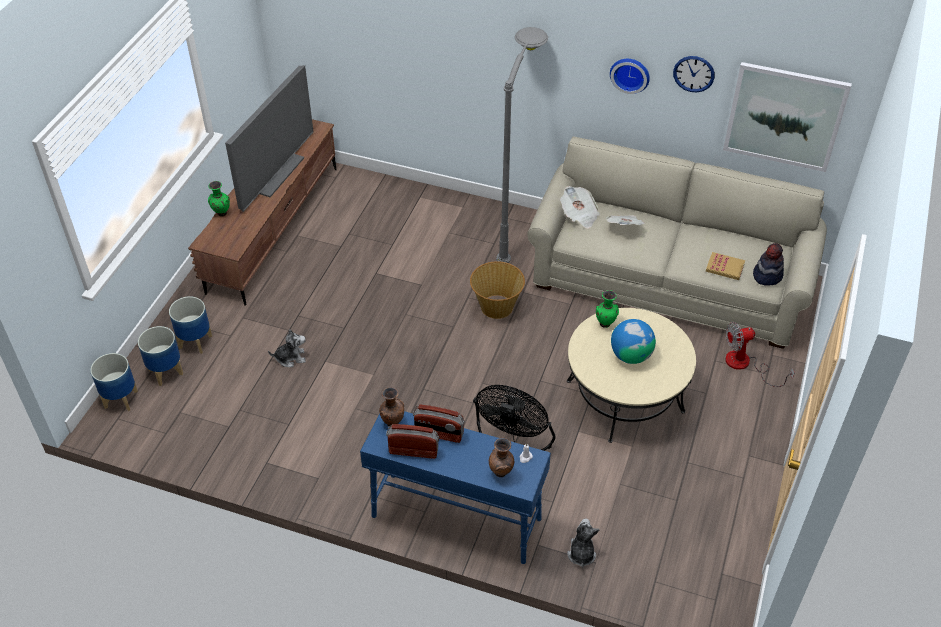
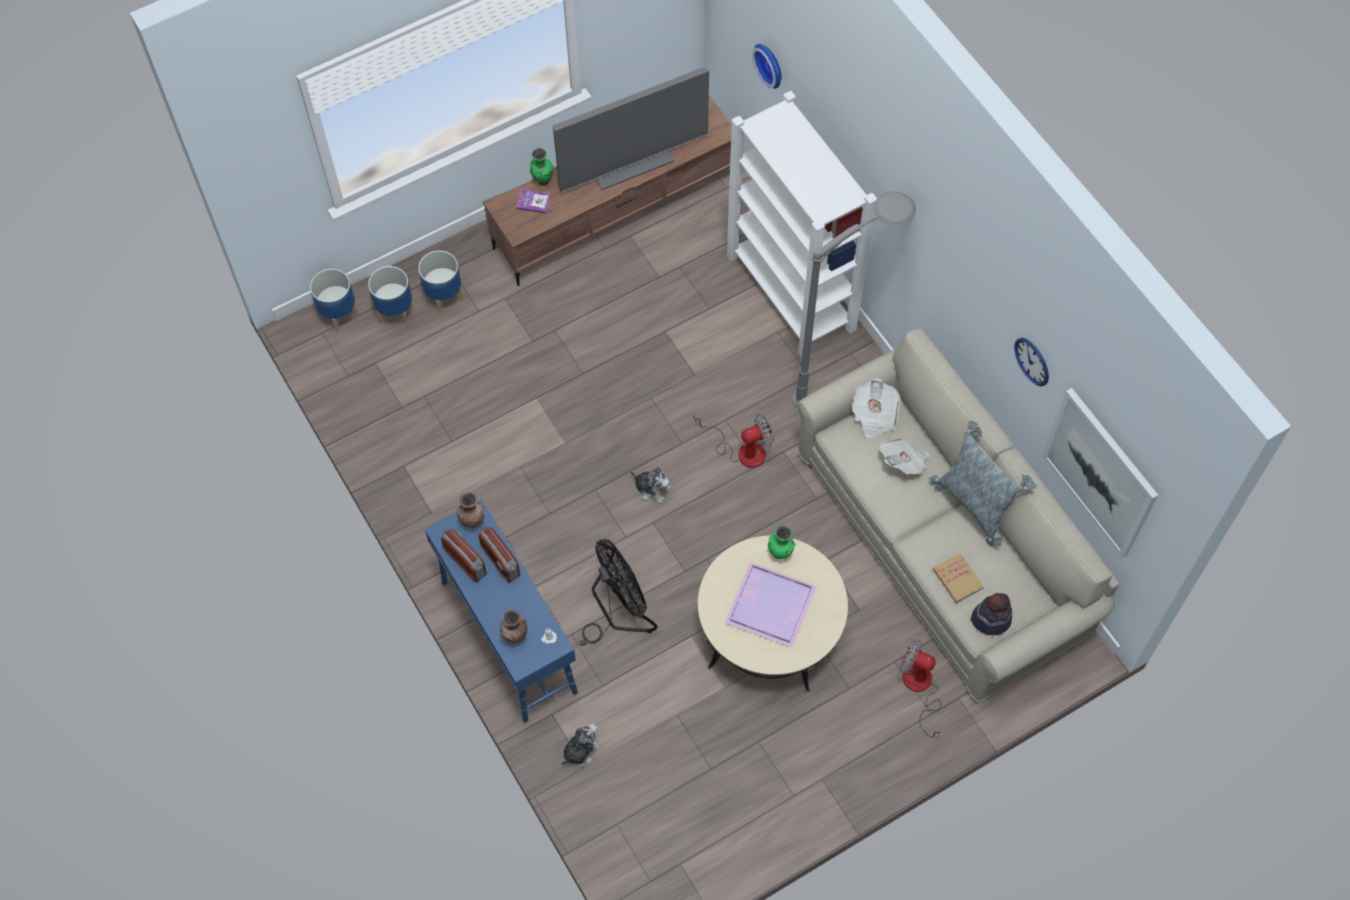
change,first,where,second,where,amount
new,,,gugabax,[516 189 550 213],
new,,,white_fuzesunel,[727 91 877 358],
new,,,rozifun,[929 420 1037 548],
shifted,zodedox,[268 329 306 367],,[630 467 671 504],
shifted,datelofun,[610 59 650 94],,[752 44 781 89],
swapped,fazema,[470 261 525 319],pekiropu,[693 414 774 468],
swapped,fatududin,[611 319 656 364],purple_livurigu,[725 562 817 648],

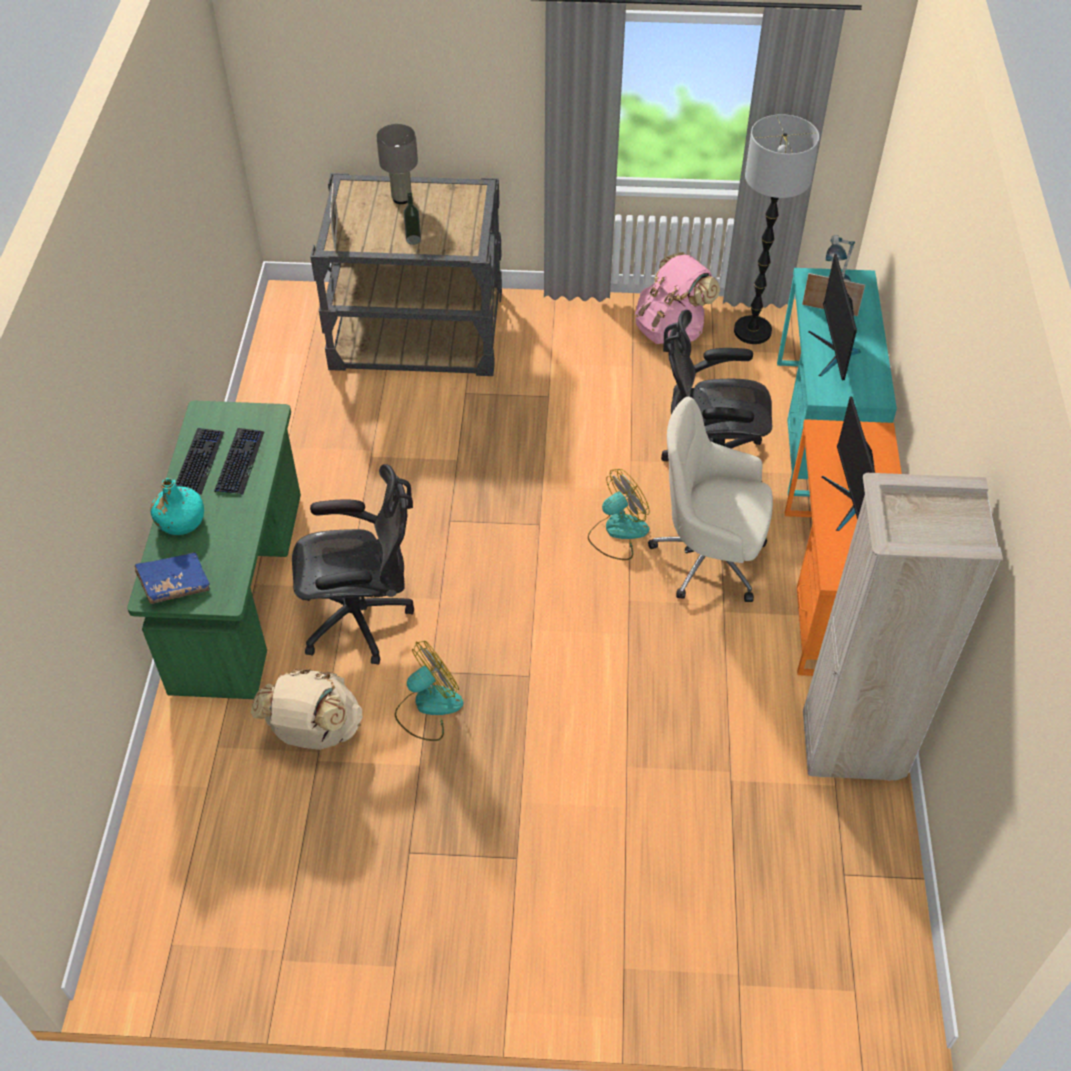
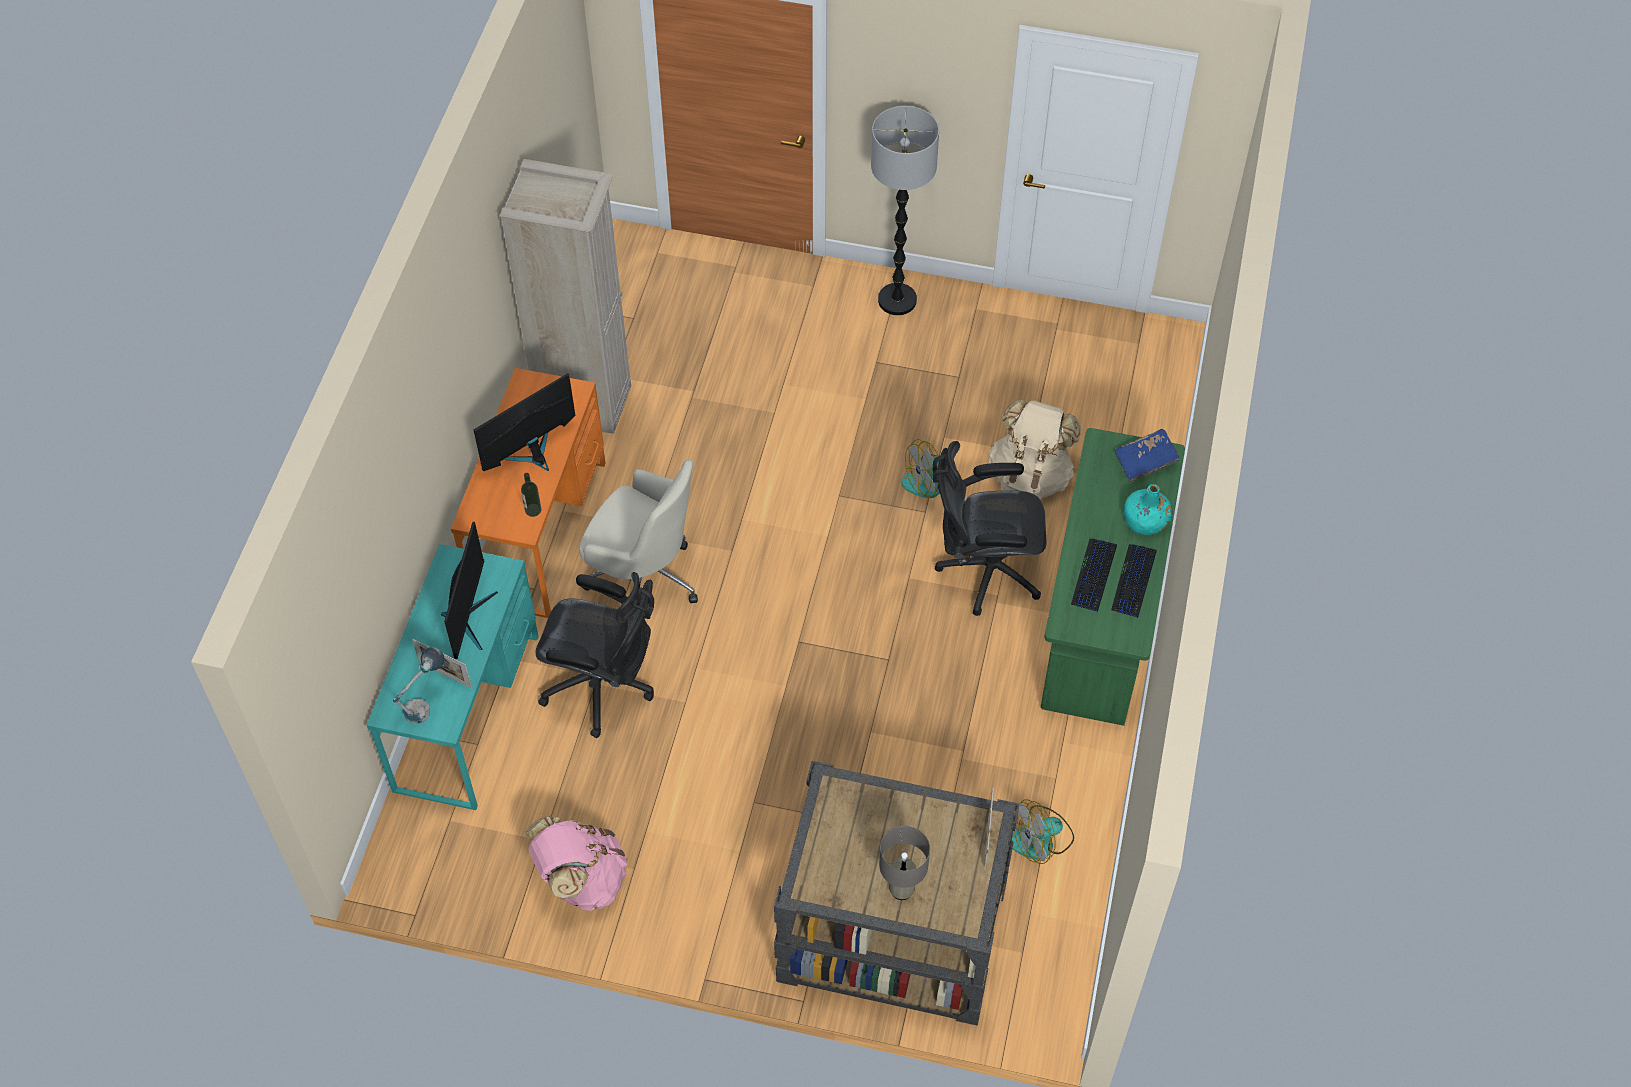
change,first,where,second,where,amount
shifted,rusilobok,[404 193 421 245],,[521 473 542 517],
shifted,pekiropu,[588 469 650 560],,[1012 800 1074 864],
shifted,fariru,[734 114 820 344],,[871 106 939 315],
rotated,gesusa,[822 396 875 531],,[474 373 575 471],135 degrees counterclockwise

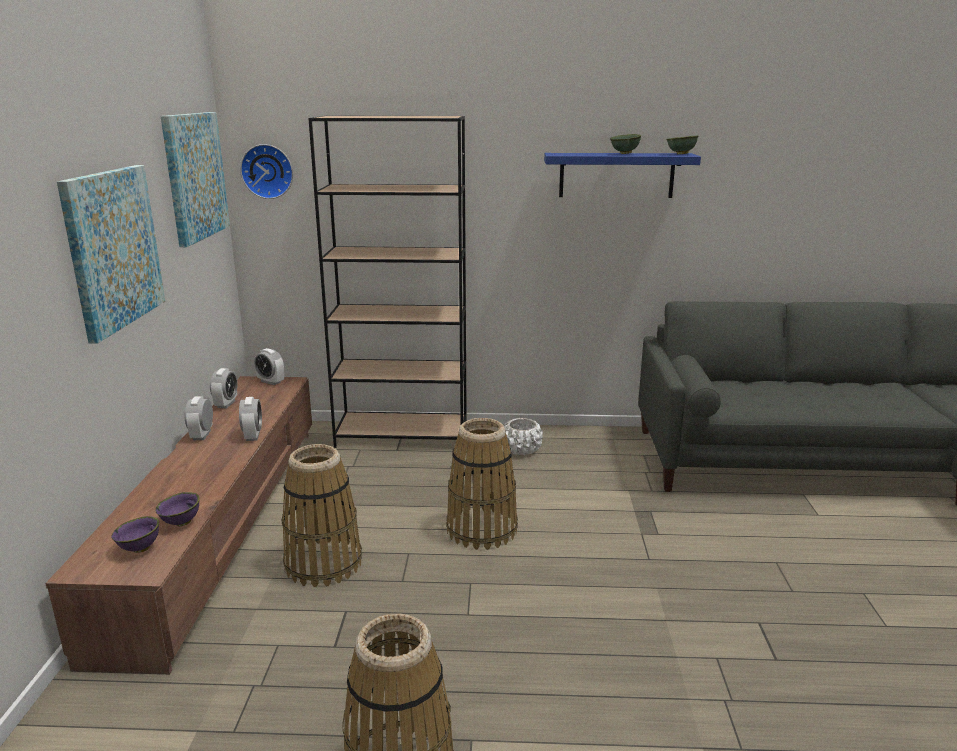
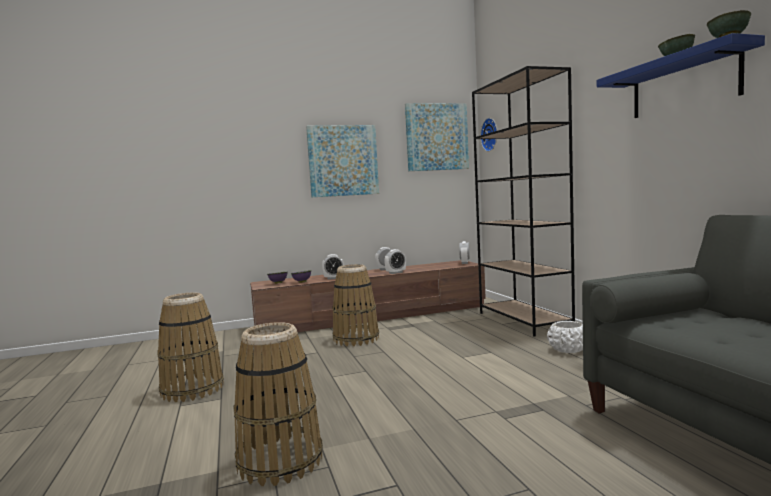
change,first,where,second,where,amount
shifted,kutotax,[210 368 238 408],,[322 254 344 280],
shifted,fazema,[446 418 518 550],,[233 322 323 486],

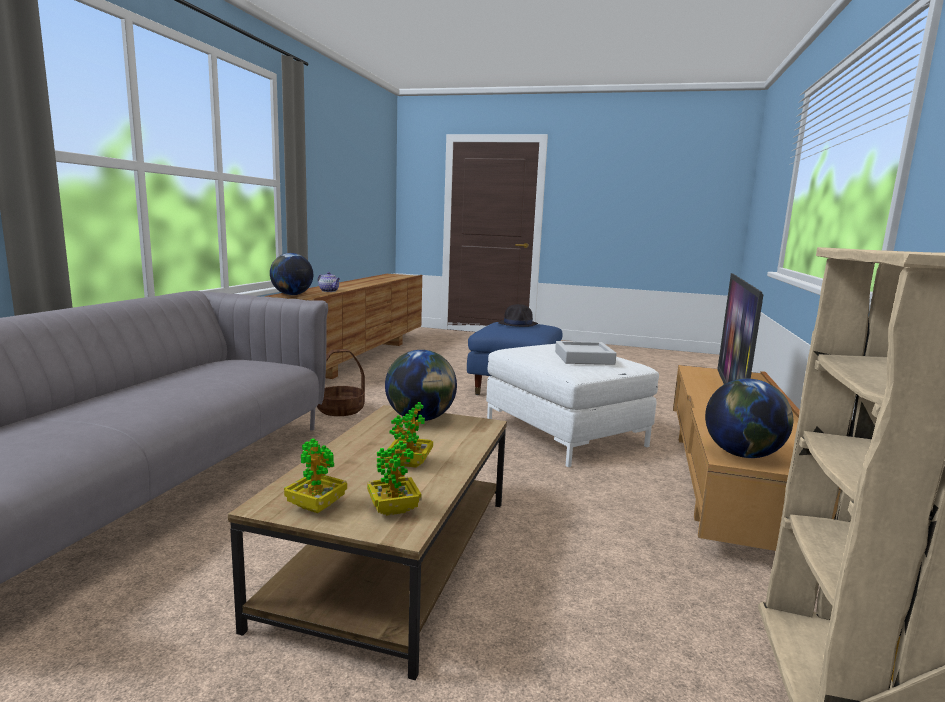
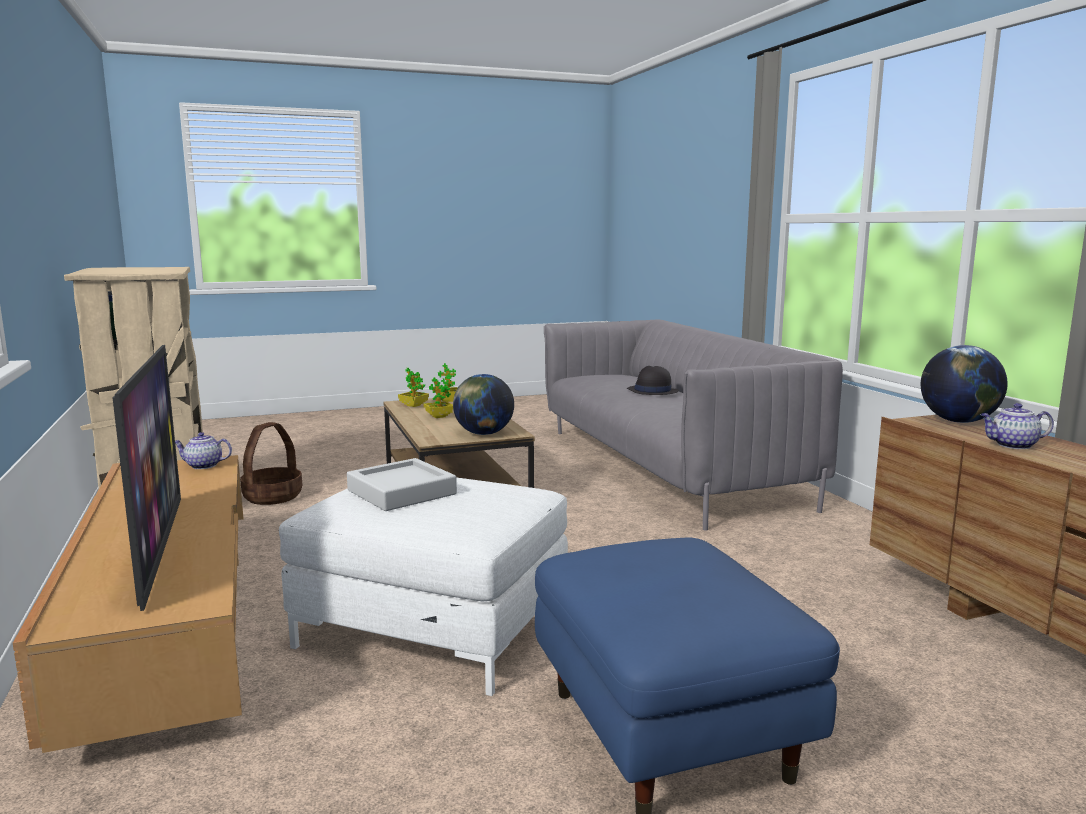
change,first,where,second,where,amount
shifted,fazema,[317 349 365 416],,[240 422 302 505],
shifted,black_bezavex,[498 304 538 327],,[627 366 679 395],
swapped,fatududin,[705 378 793 458],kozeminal,[175 432 232 469],

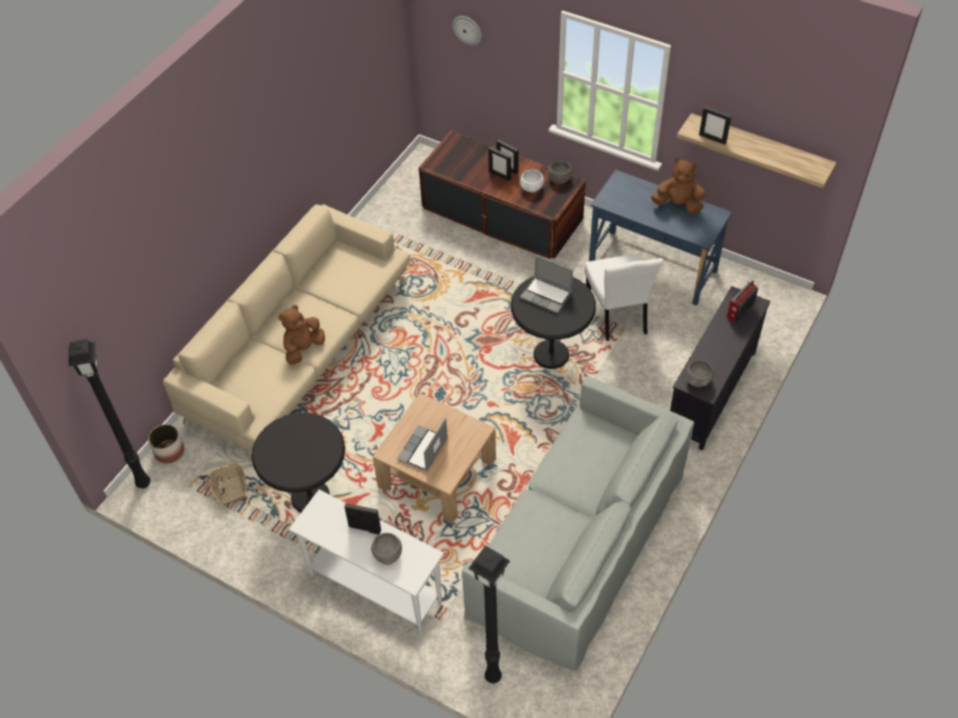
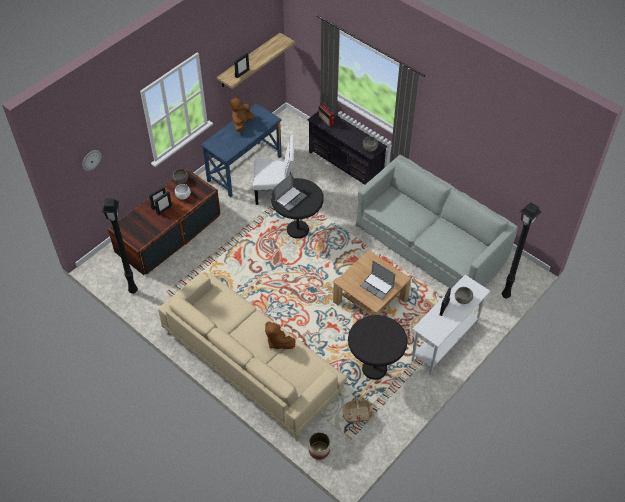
change,first,where,second,where,amount
shifted,black_fariru,[69 339 150 489],,[102 198 138 294],

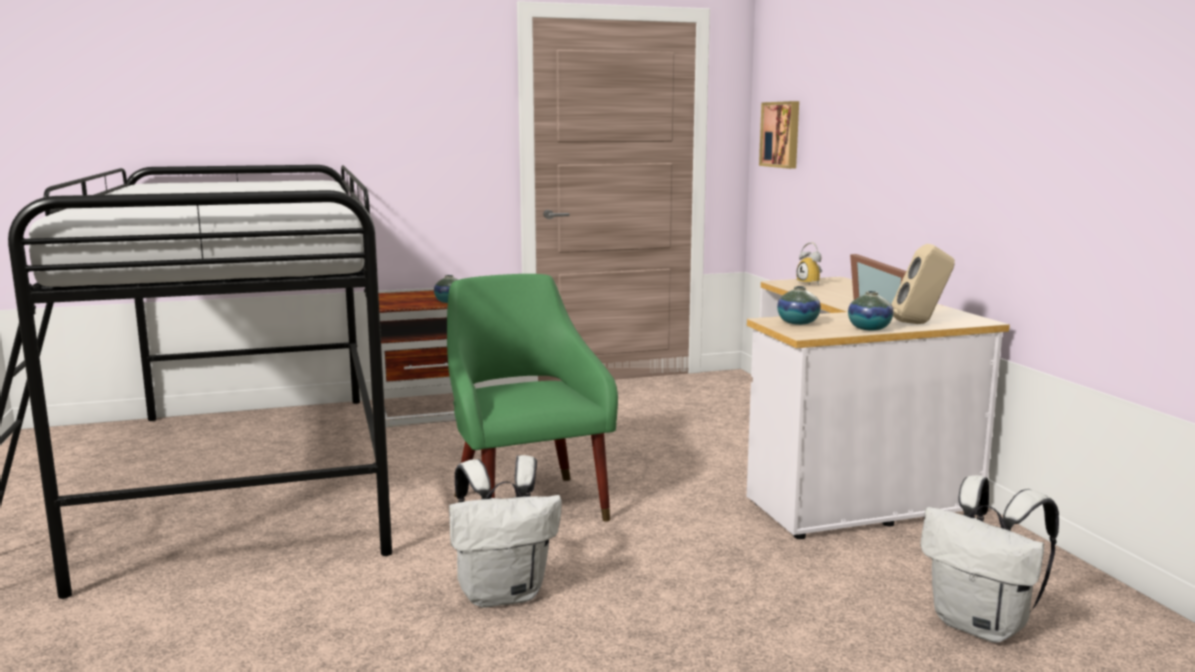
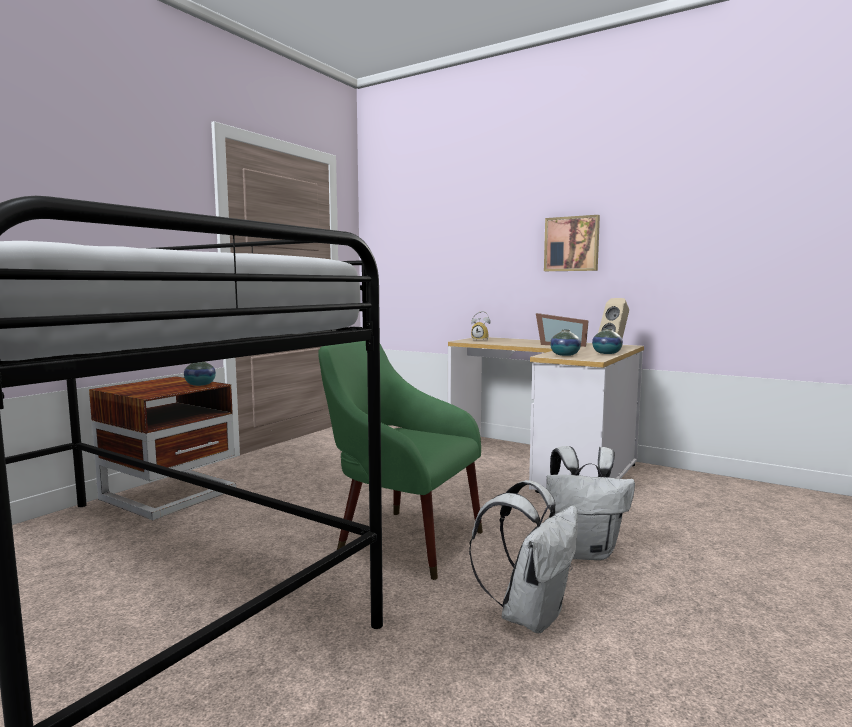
change,first,where,second,where,amount
shifted,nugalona,[759 101 799 169],,[544 215 600 271],
shifted,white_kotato,[920 475 1059 643],,[546 446 635 560],

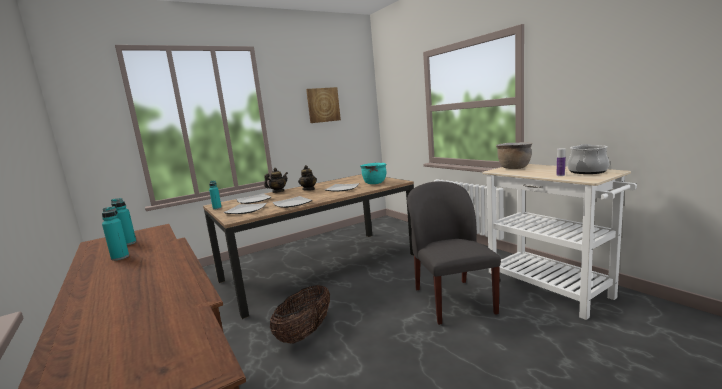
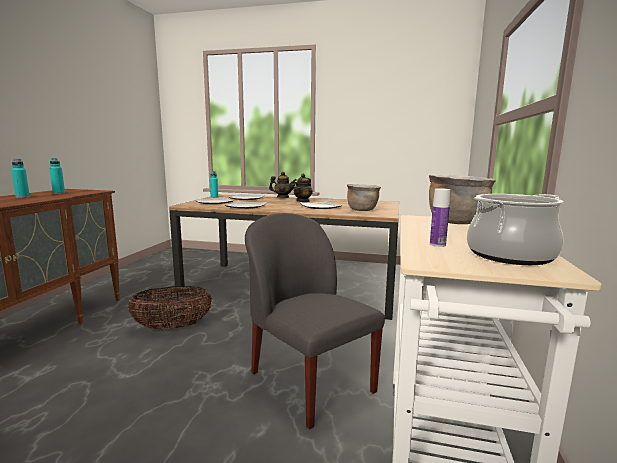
change,first,where,second,where,amount
gone,nugalona,[306 87 341 123],,,
repainted,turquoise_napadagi,[360 163 386 184],brown_napadagi,[347 184 381 211],
rotated,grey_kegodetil,[407 181 501 325],,[245 213 385 429],75 degrees counterclockwise

